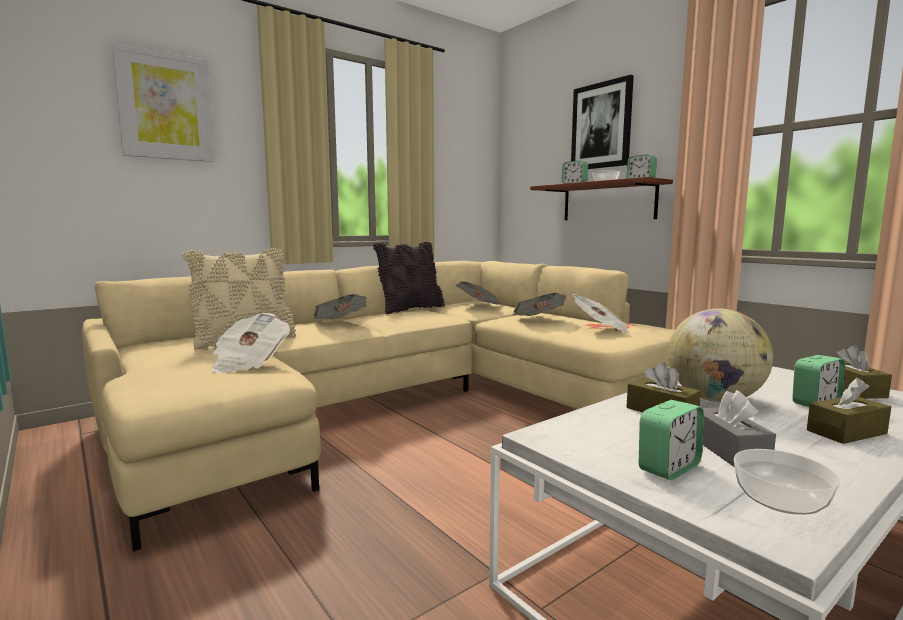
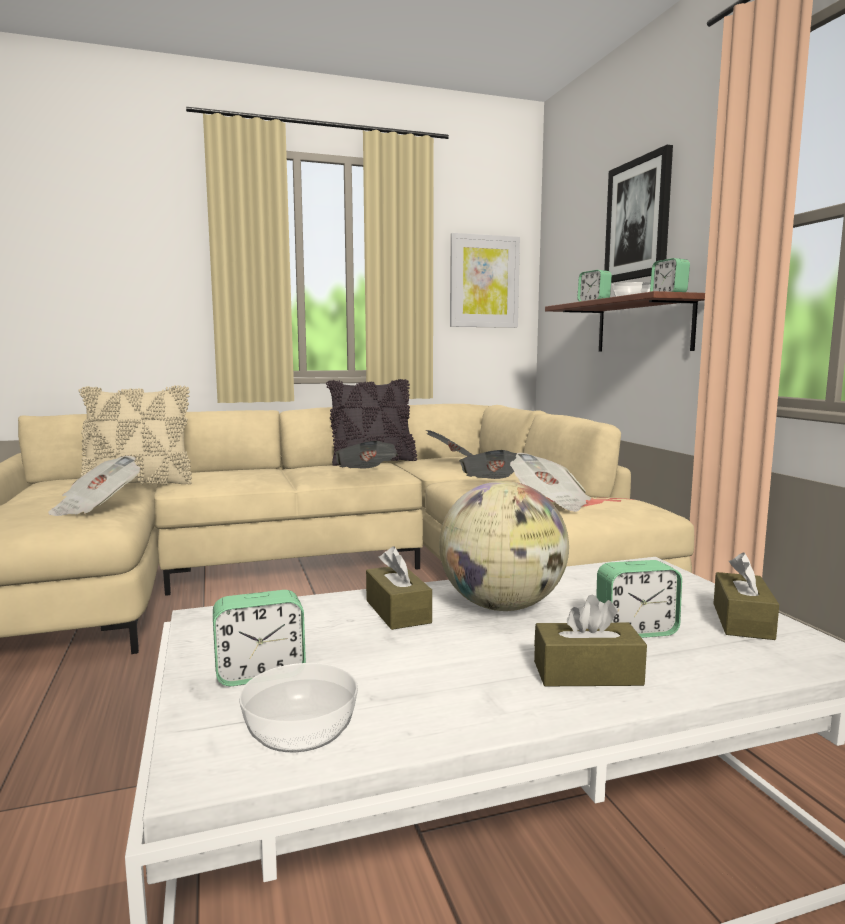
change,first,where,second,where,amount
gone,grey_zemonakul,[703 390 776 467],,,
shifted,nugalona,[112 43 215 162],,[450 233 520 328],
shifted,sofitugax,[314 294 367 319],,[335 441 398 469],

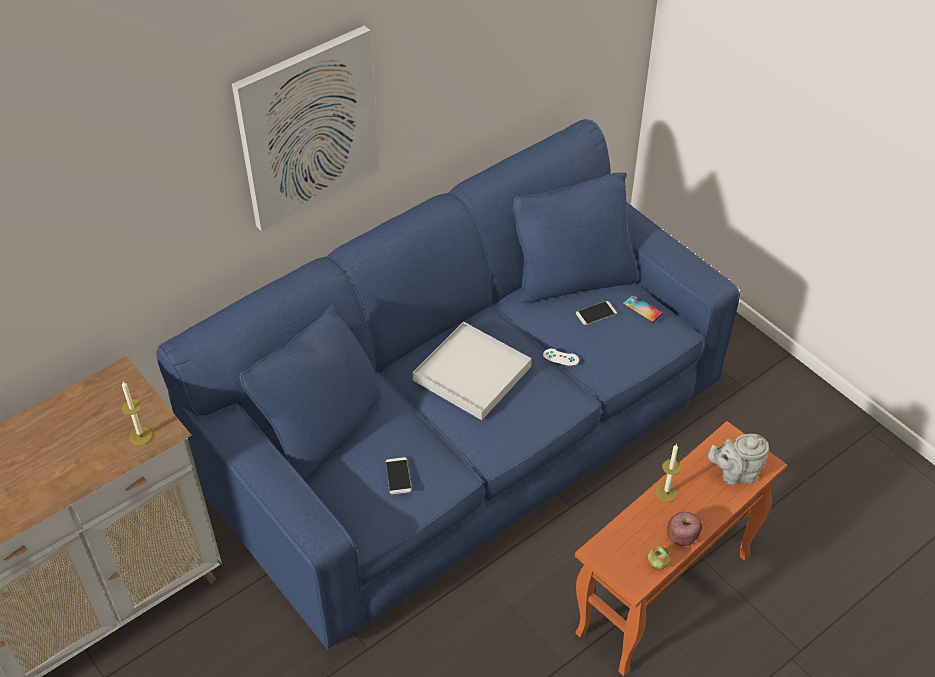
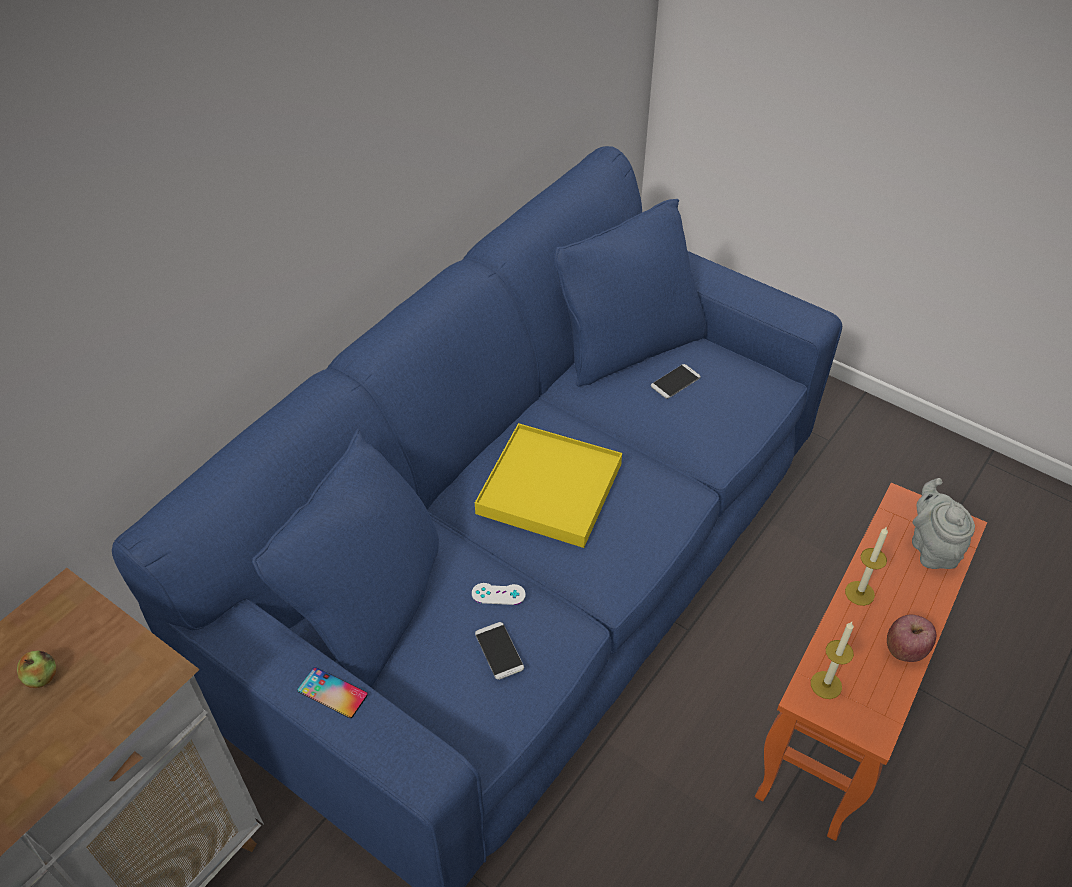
change,first,where,second,where,amount
gone,nugalona,[232 26 380 231],,,
shifted,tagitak,[121 381 152 445],,[811 622 854 699],
shifted,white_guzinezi,[543 349 579 366],,[472 583 526 605],
shifted,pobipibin,[623 295 663 323],,[297 667 368 718],
shifted,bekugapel,[648 546 670 570],,[17 651 56 688],
repainted,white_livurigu,[413 322 532 420],yellow_livurigu,[475 423 622 548],
rotated,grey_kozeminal,[708 434 769 485],,[912 478 975 569],105 degrees clockwise

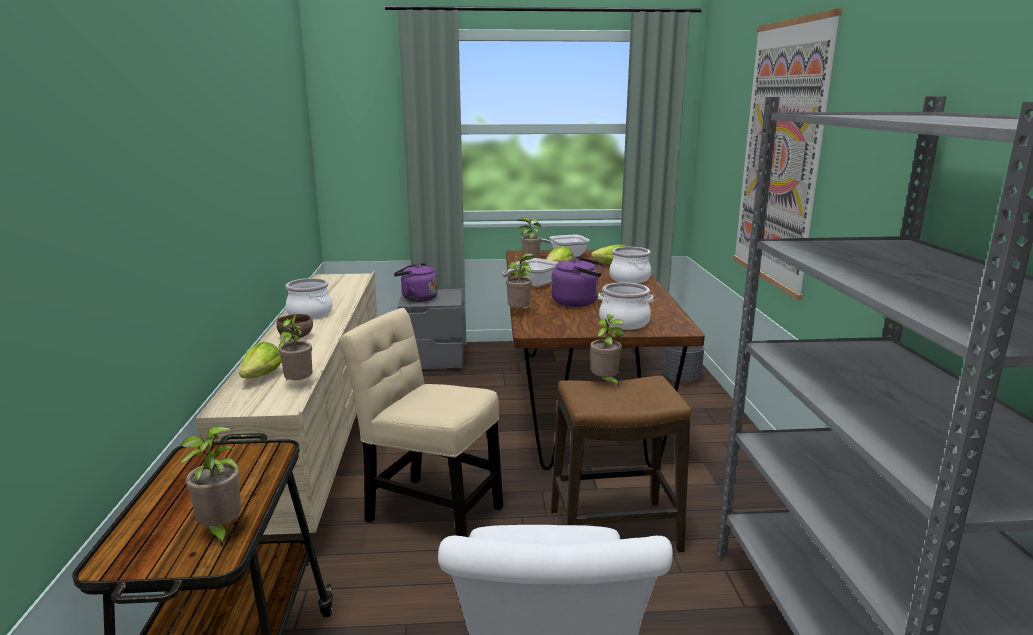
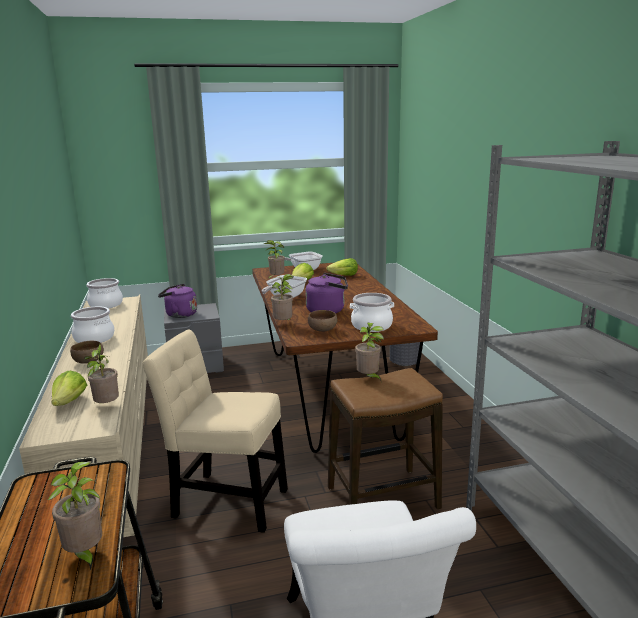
change,first,where,second,where,amount
gone,nugalona,[733 8 842 301],,,
new,,,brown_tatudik,[308 310 337 332],
shifted,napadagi,[610 247 651 283],,[86 278 123 308],

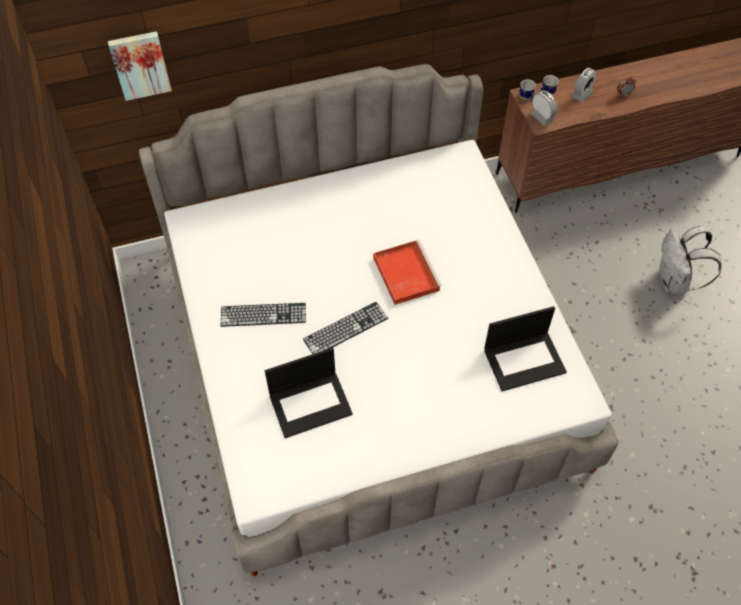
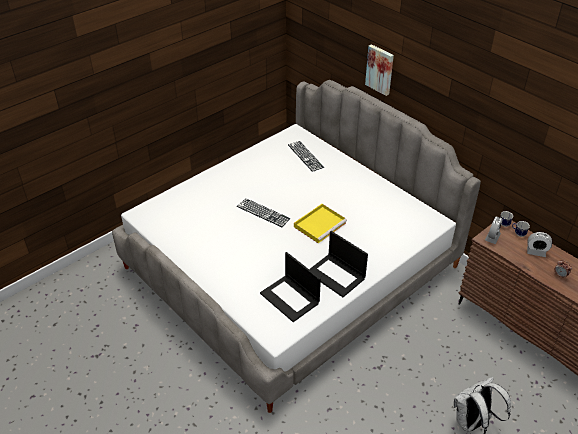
change,first,where,second,where,amount
shifted,nugalona,[108 31 172 101],,[365 44 394 96],
shifted,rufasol,[221 303 306 327],,[288 141 324 172],
shifted,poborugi,[265 348 353 438],,[309 231 368 297],
repainted,red_livurigu,[373 240 442 305],yellow_livurigu,[294 204 347 243],

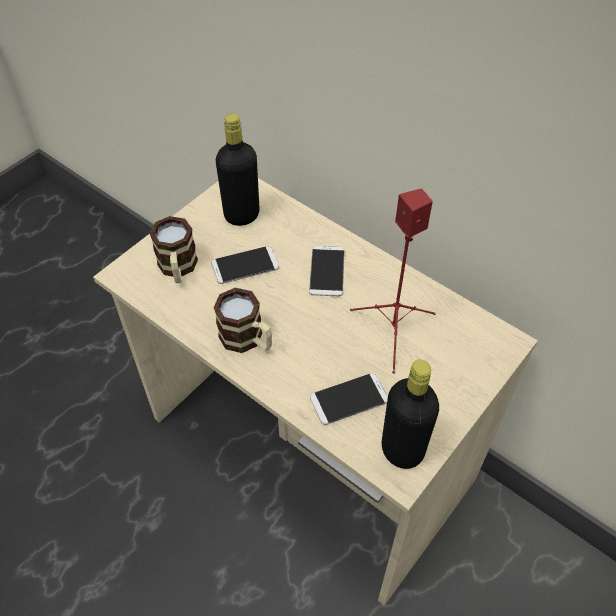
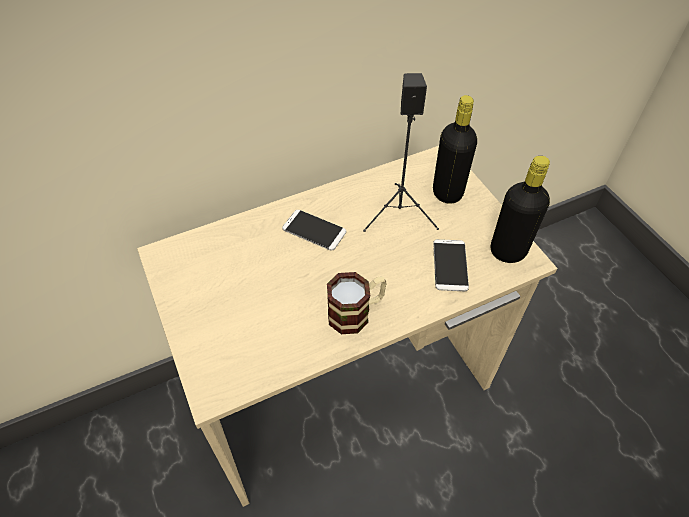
change,first,where,second,where,amount
gone,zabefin,[150 216 198 283],,,
gone,pobipibin,[211 246 279 284],,,
shifted,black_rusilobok,[216 114 259 226],,[433 95 477 204],
repainted,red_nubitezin,[350 188 436 374],black_nubitezin,[363 73 439 232],

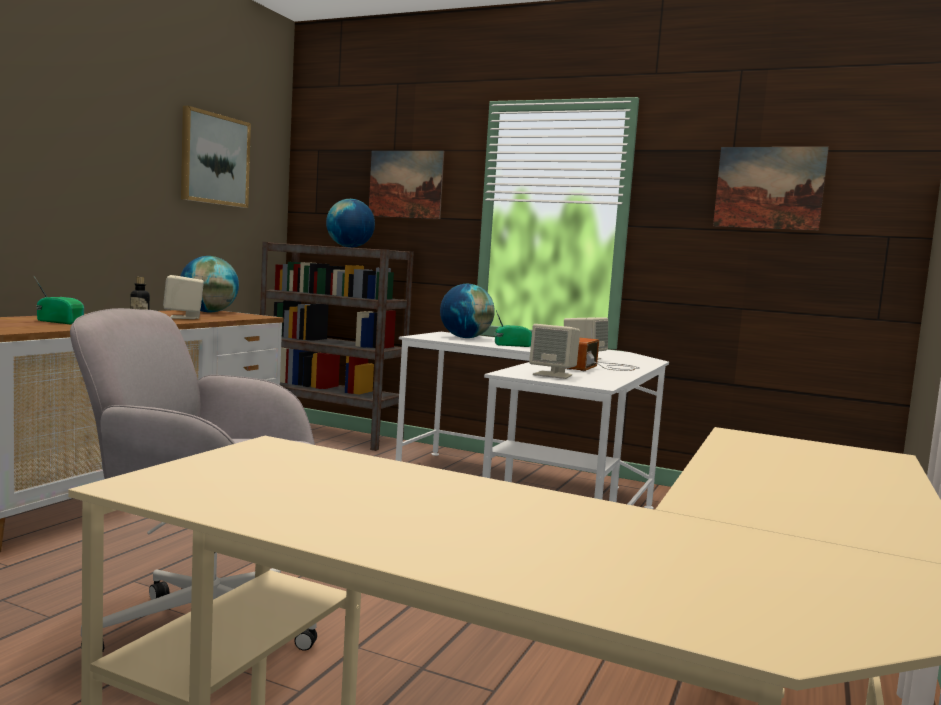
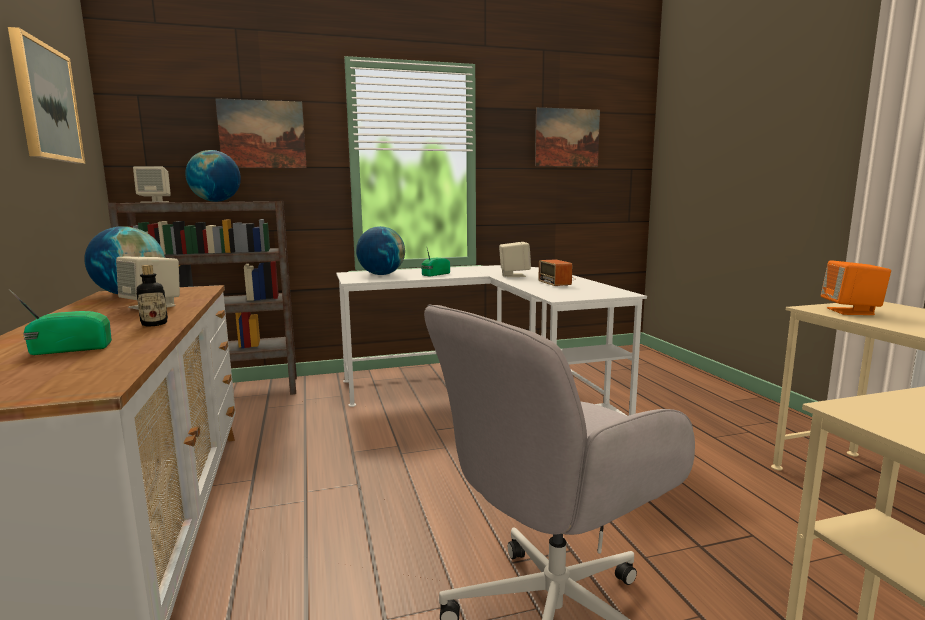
change,first,where,second,where,amount
new,,,orange_nubitezin,[821 260 891 315],
shifted,beige_nubitezin,[529 324 580 379],,[133 166 171 203],

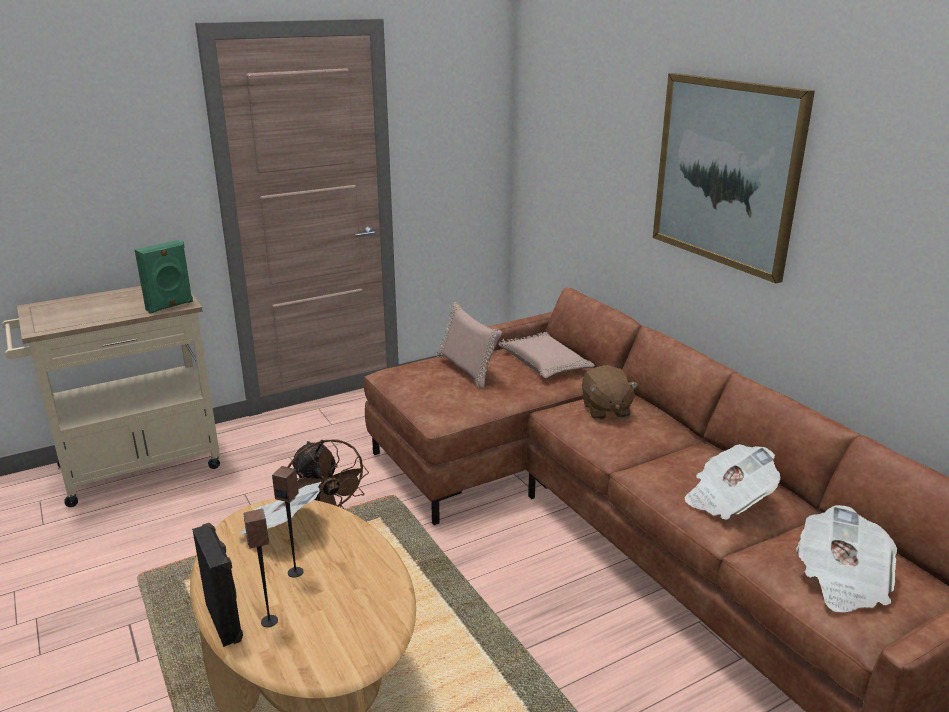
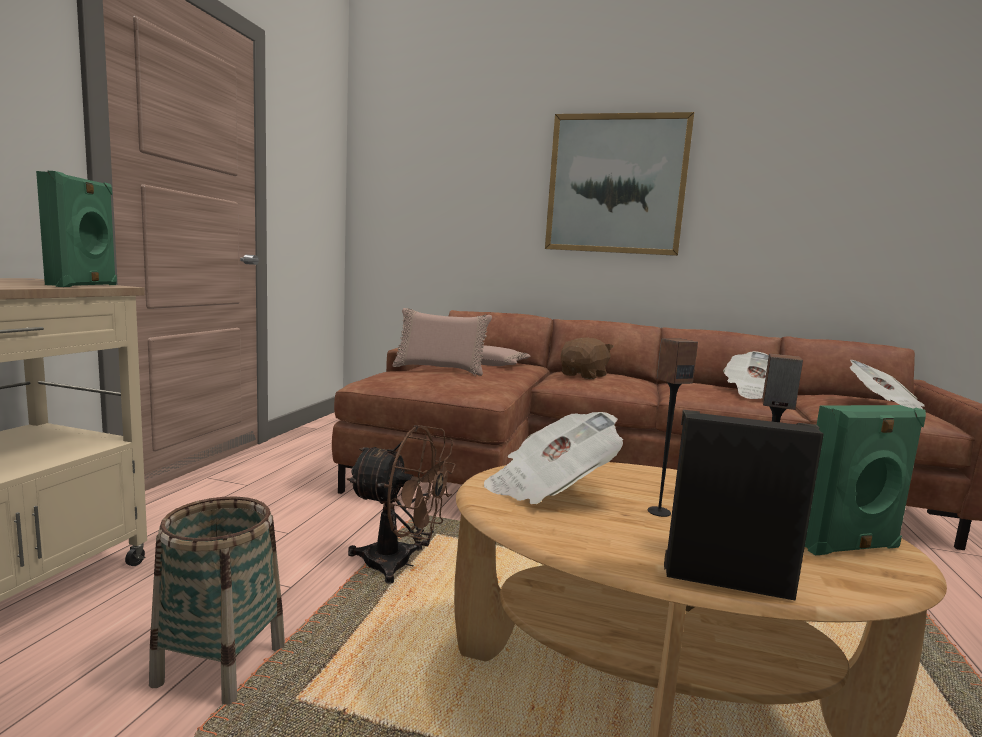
change,first,where,second,where,amount
new,,,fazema,[149 497 285 705],
new,,,green_nubitezin,[805 405 926 555],
rotated,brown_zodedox,[582 365 638 420],,[561 337 614 379],90 degrees counterclockwise

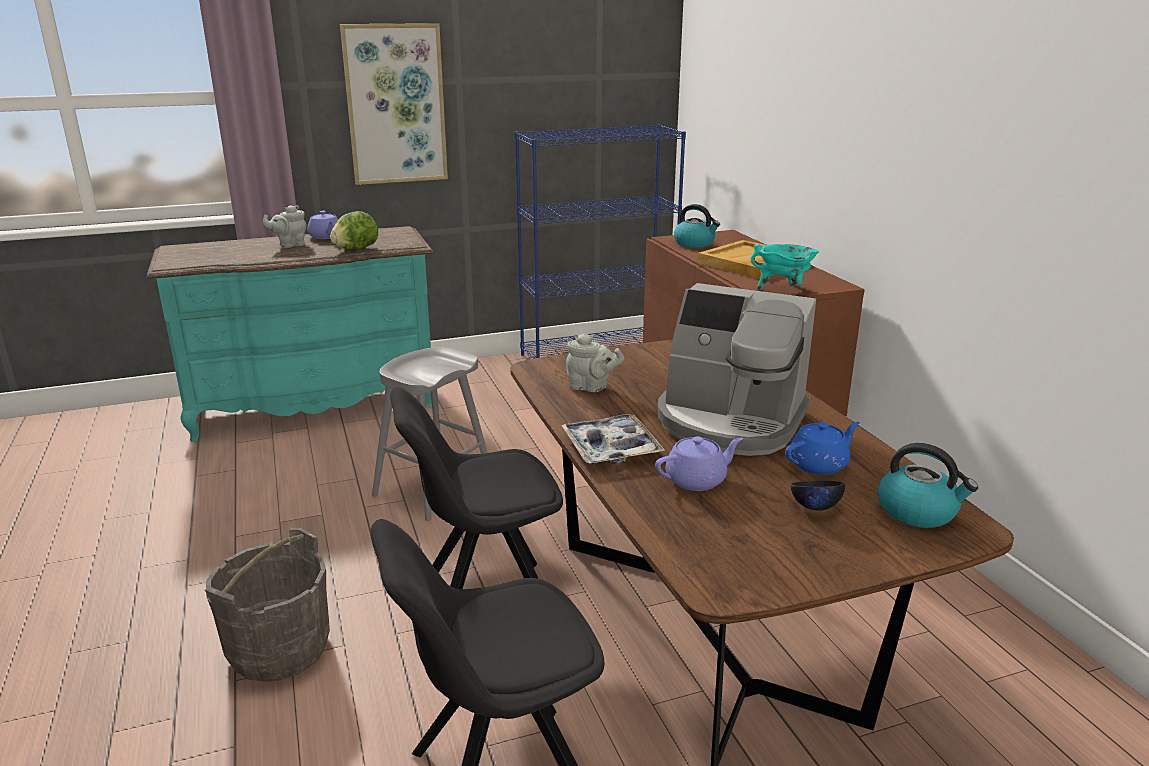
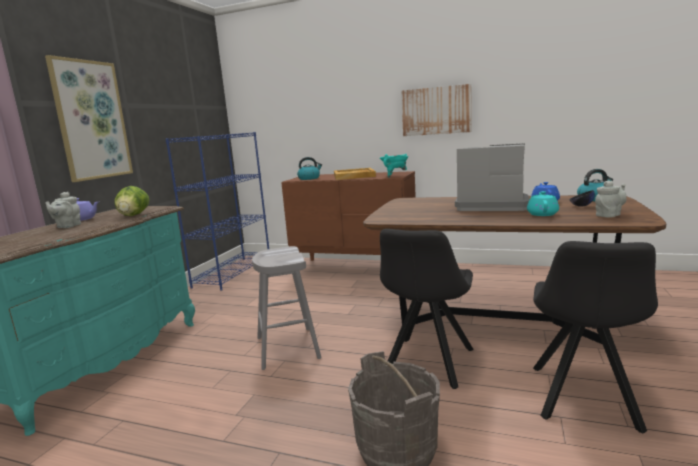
change,first,where,second,where,amount
gone,livurigu,[561 414 665 464],,,
new,,,nugalona,[401 84 472 136],
shifted,grey_kozeminal,[566 333 624 392],,[595 180 627 218],
repainted,purple_kozeminal,[655 436 743 491],turquoise_kozeminal,[527 191 559 216],
rotated,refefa,[658 283 816 456],,[455 143 529 211],135 degrees counterclockwise

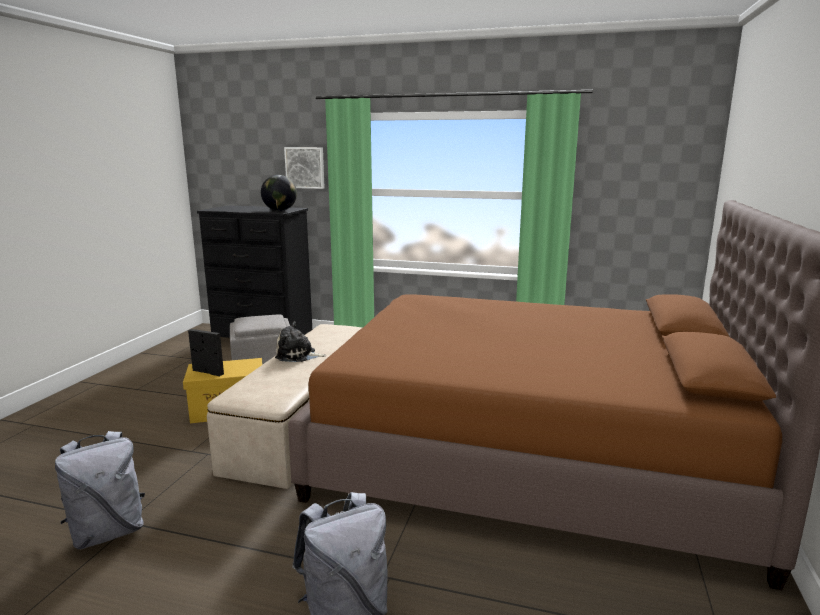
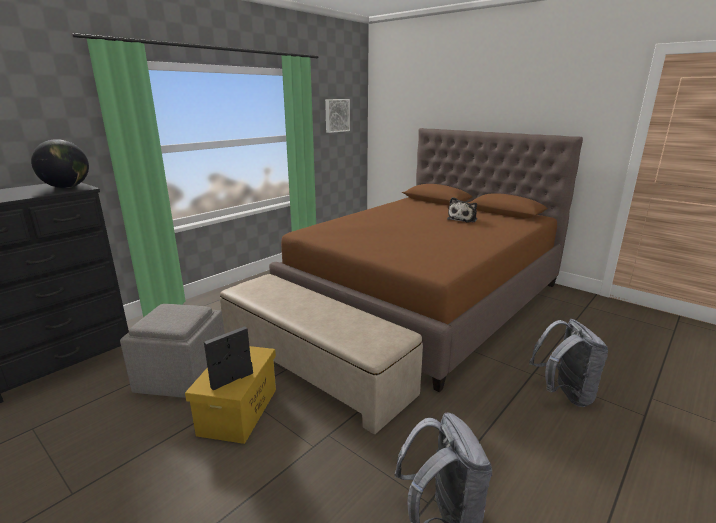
change,first,where,second,where,amount
shifted,zodedox,[275 321 327 362],,[447 197 477 222],
shifted,nugalona,[284 147 325 189],,[325 99 350 133],

